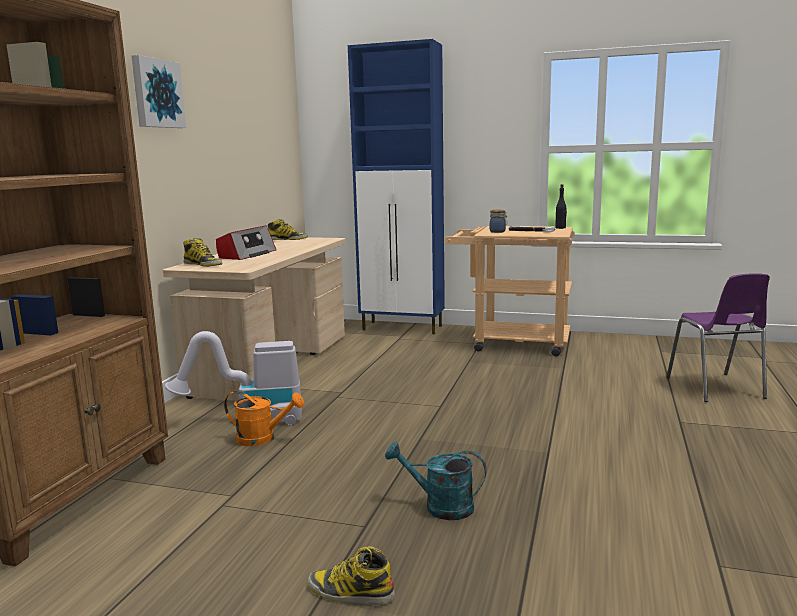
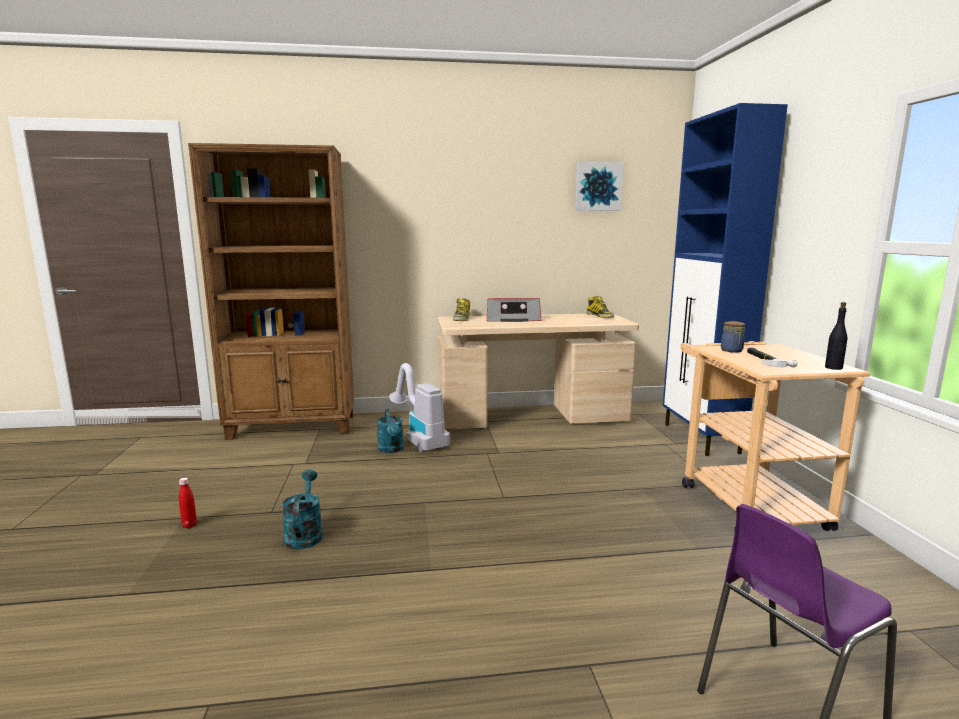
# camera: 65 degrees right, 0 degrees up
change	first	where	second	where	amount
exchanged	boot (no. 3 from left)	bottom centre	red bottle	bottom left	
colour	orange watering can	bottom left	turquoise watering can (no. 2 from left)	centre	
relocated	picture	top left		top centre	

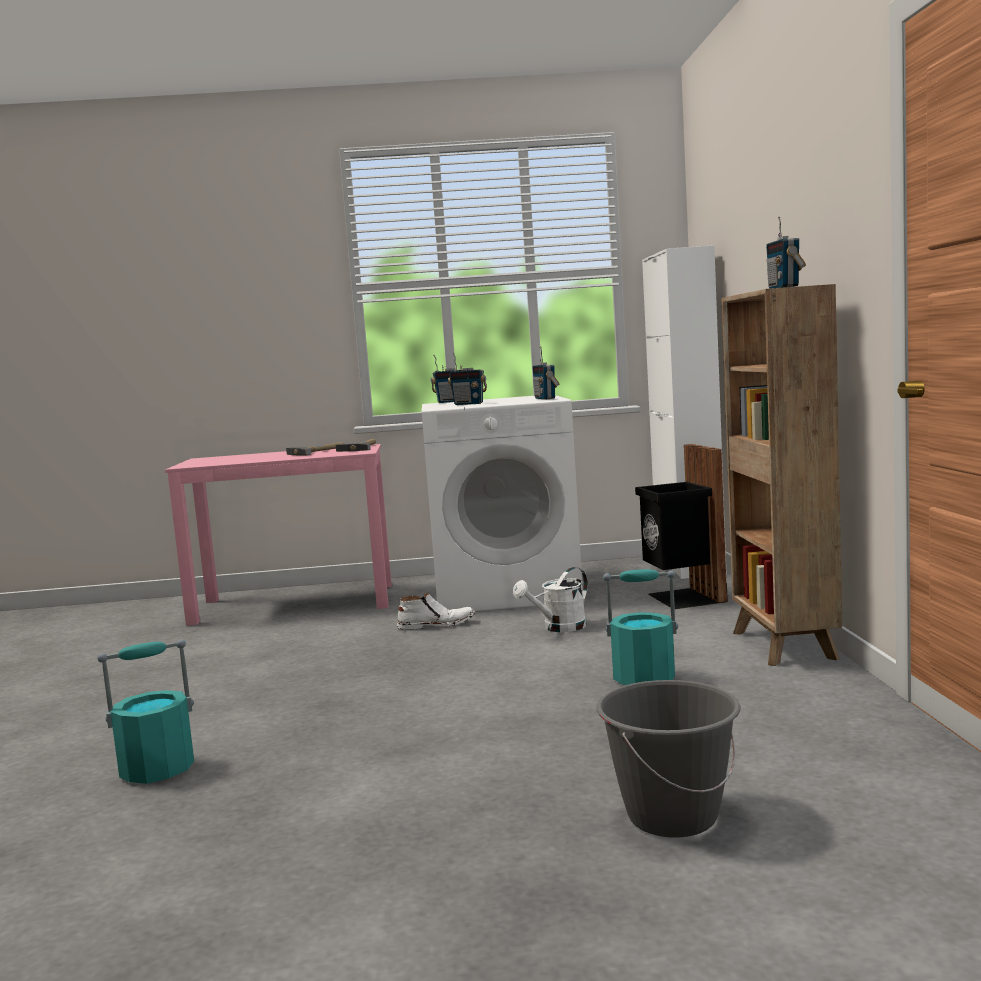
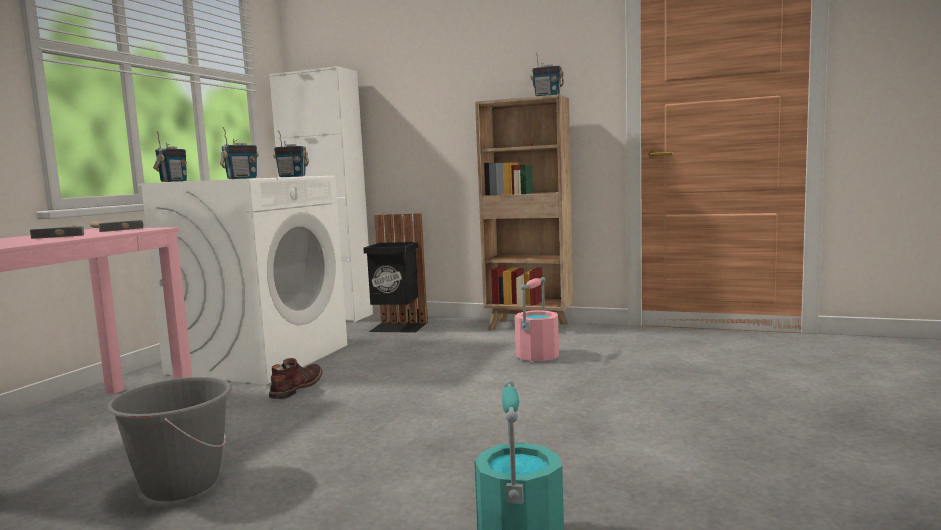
# camera: 65 degrees left, 0 degrees up
change	first	where	second	where	amount
relocated	grey bucket	bottom right		bottom left	
colour	white boot	centre	brown boot	bottom left	
colour	turquoise bucket (no. 2 from left)	centre	pink bucket	centre	
missing	white watering can	centre			

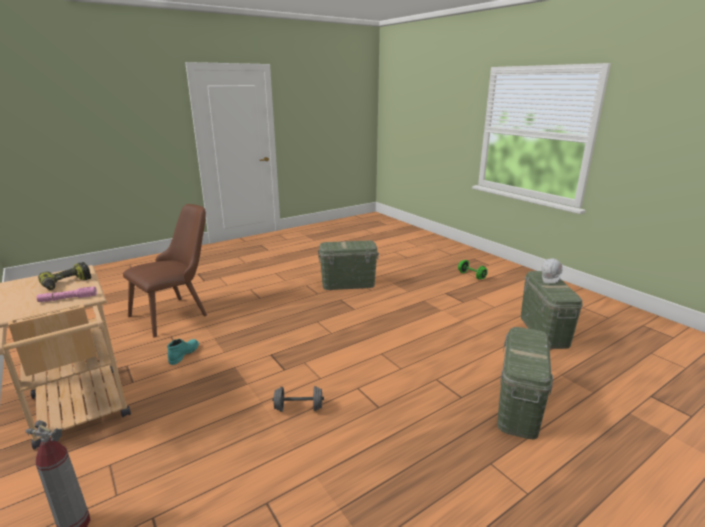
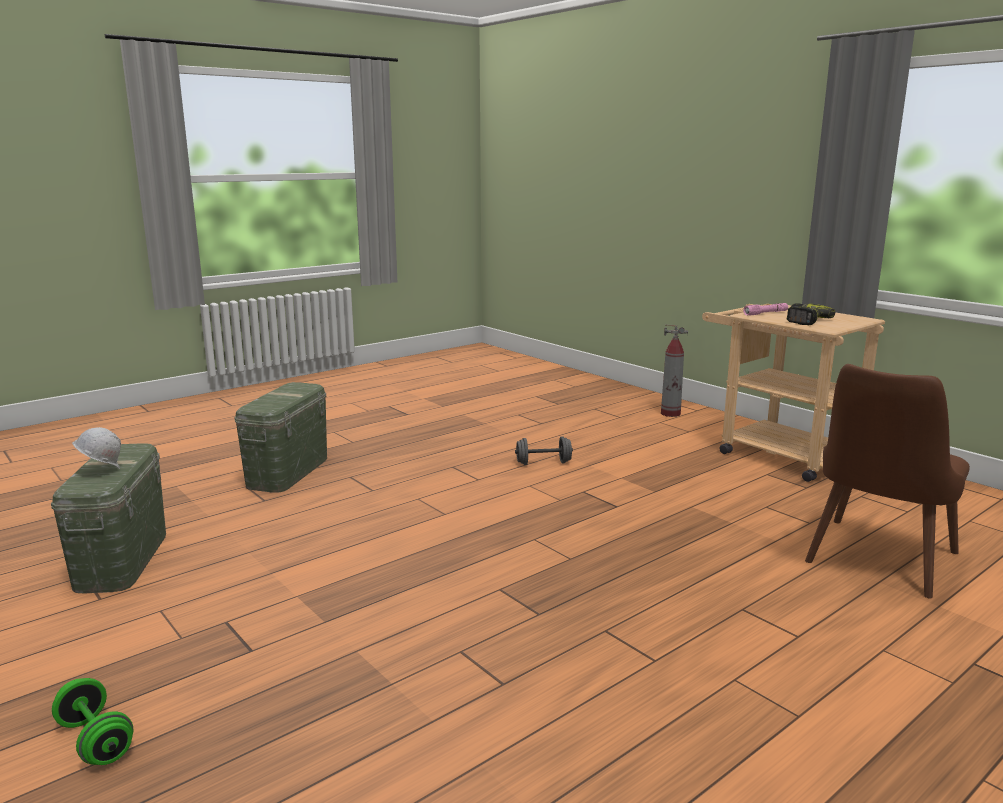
# camera: 175 degrees right, 5 degrees down
change	first	where	second	where	amount
missing	turquoise boot	bottom left			
missing	green storage box (no. 1 from left)	centre			

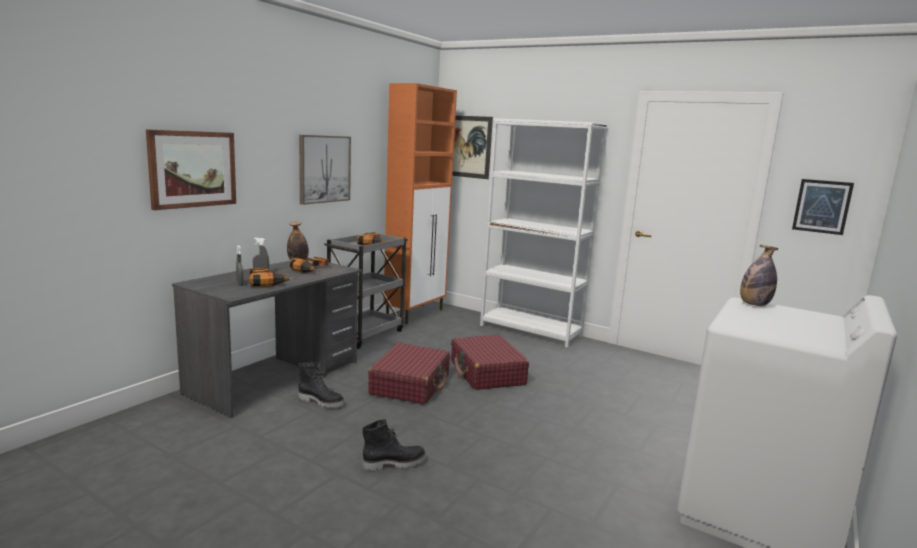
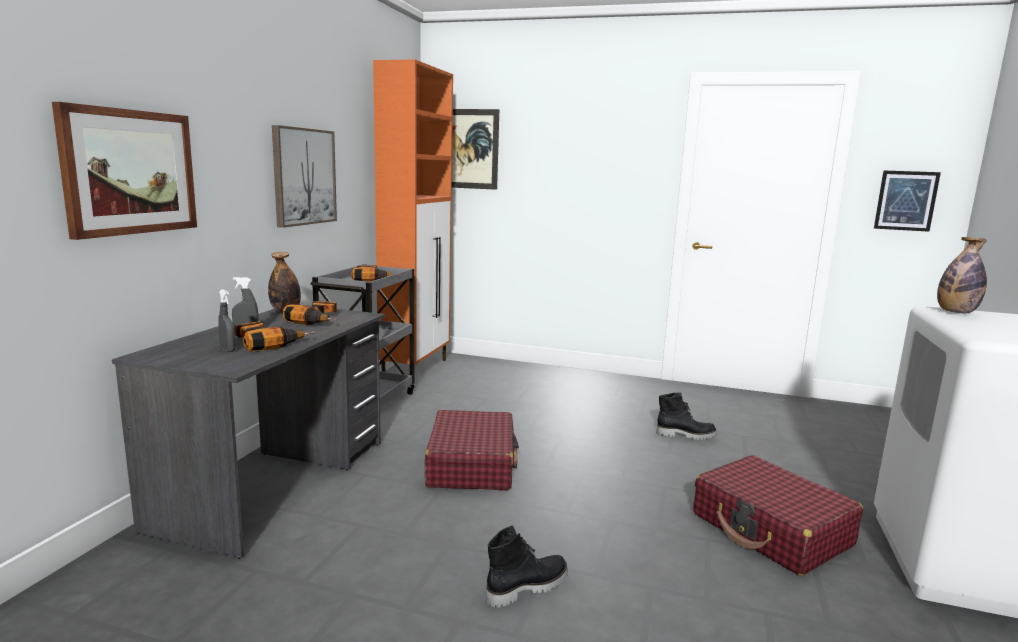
# camera: 15 degrees left, 0 degrees up
change	first	where	second	where	amount
relocated	black boot (no. 1 from left in the first image)	bottom centre	black boot (no. 2 from left)	middle right	
relocated	red suitcase (no. 2 from left)	centre		bottom right	
missing	white bookcase	centre			

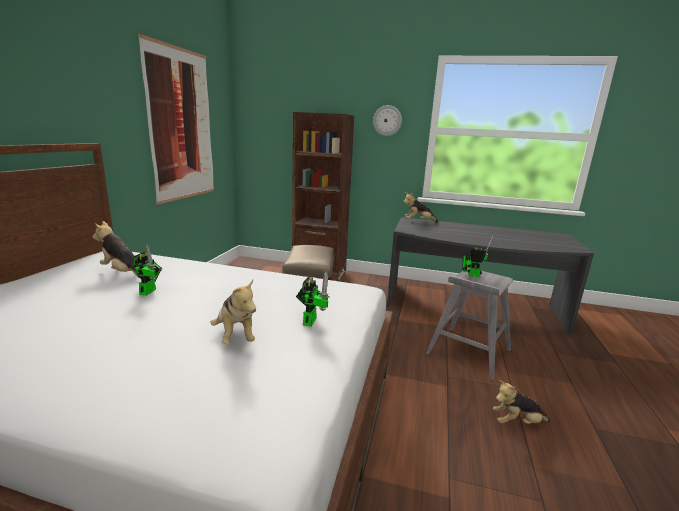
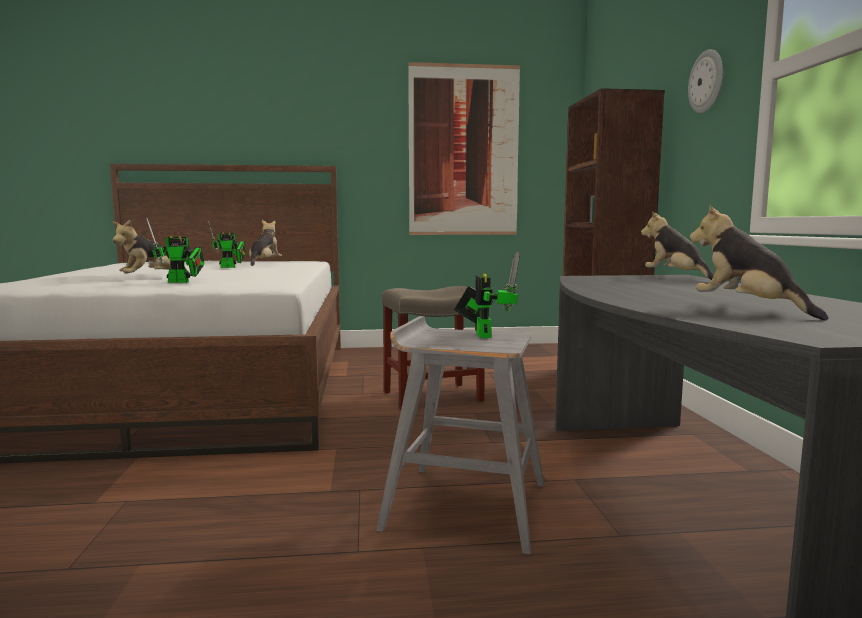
# camera: 70 degrees right, 10 degrees down
change	first	where	second	where	amount
relocated	plush toy (no. 4 from left)	bottom right		middle right	

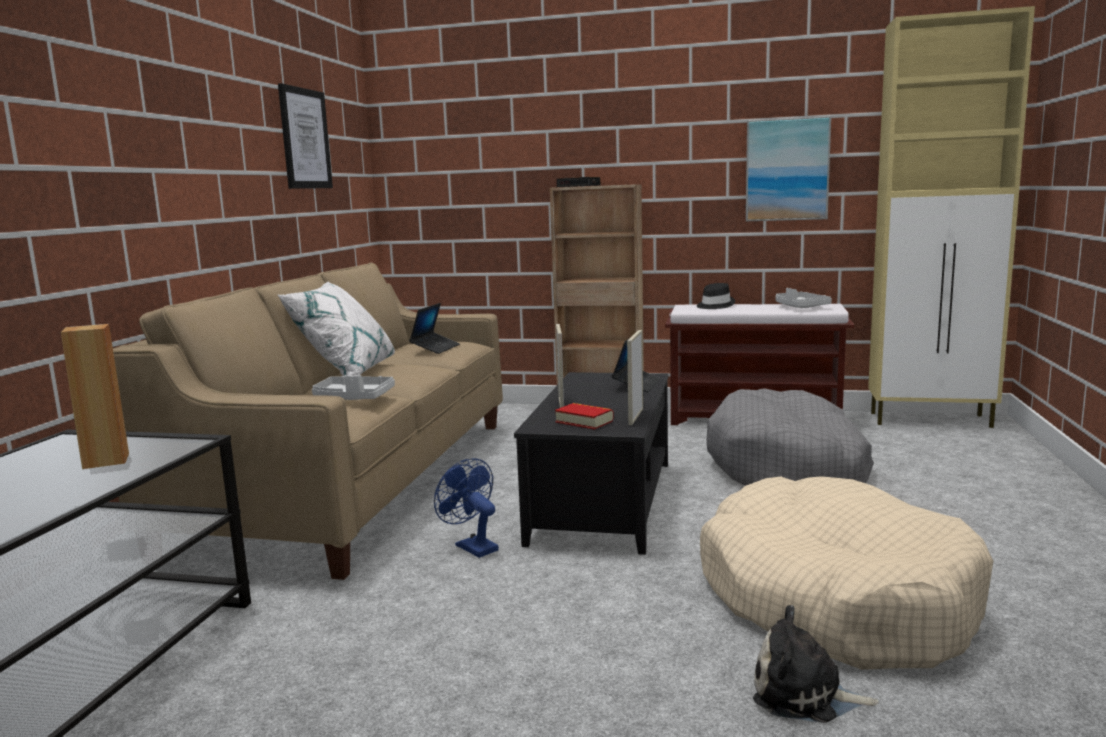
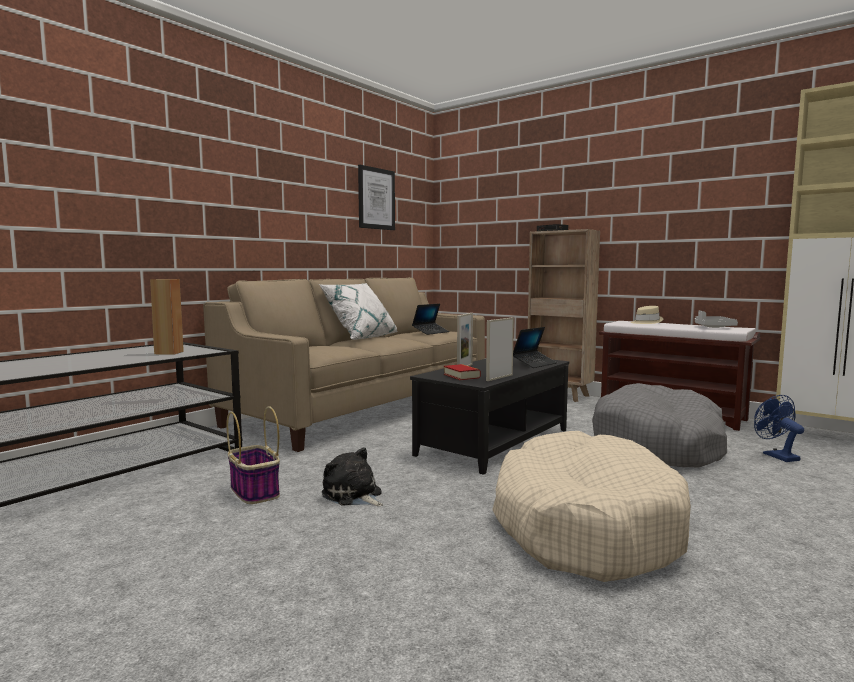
# camera: 25 degrees right, 5 degrees down
change	first	where	second	where	amount
appeared			basket	bottom left	
relocated	plush toy	bottom right		bottom centre	
colour	black hat	centre	beige hat	middle right	
relocated	blue fan	bottom centre		middle right	
missing	grey tray (no. 1 from left)	middle left			
missing	picture (no. 2 from left)	top right			

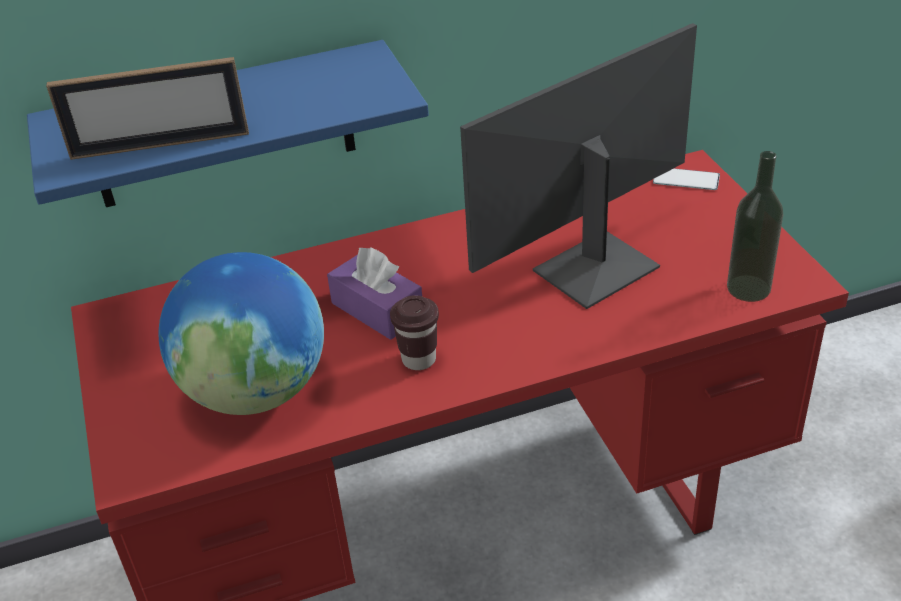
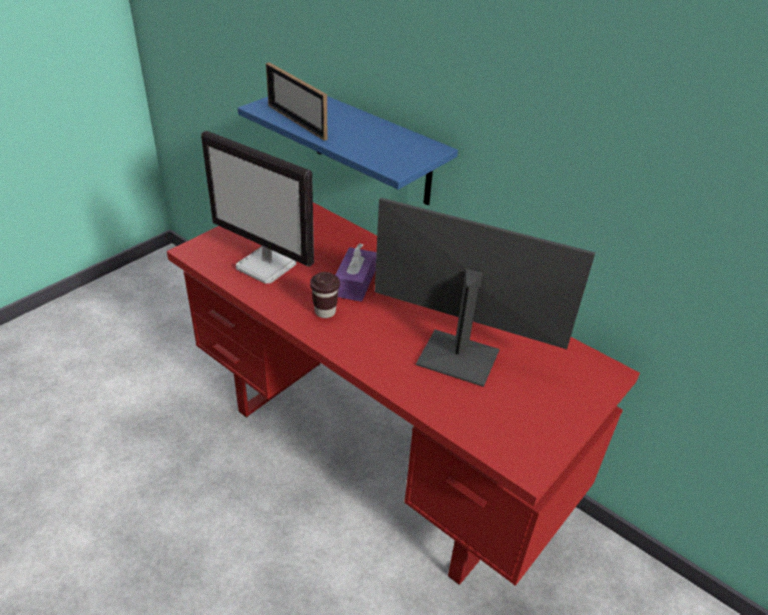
# camera: 55 degrees right, 0 degrees up
change	first	where	second	where	amount
exchanged	globe	middle left	monitor (no. 1 from left)	centre	
missing	phone	top right			
missing	bottle	middle right			

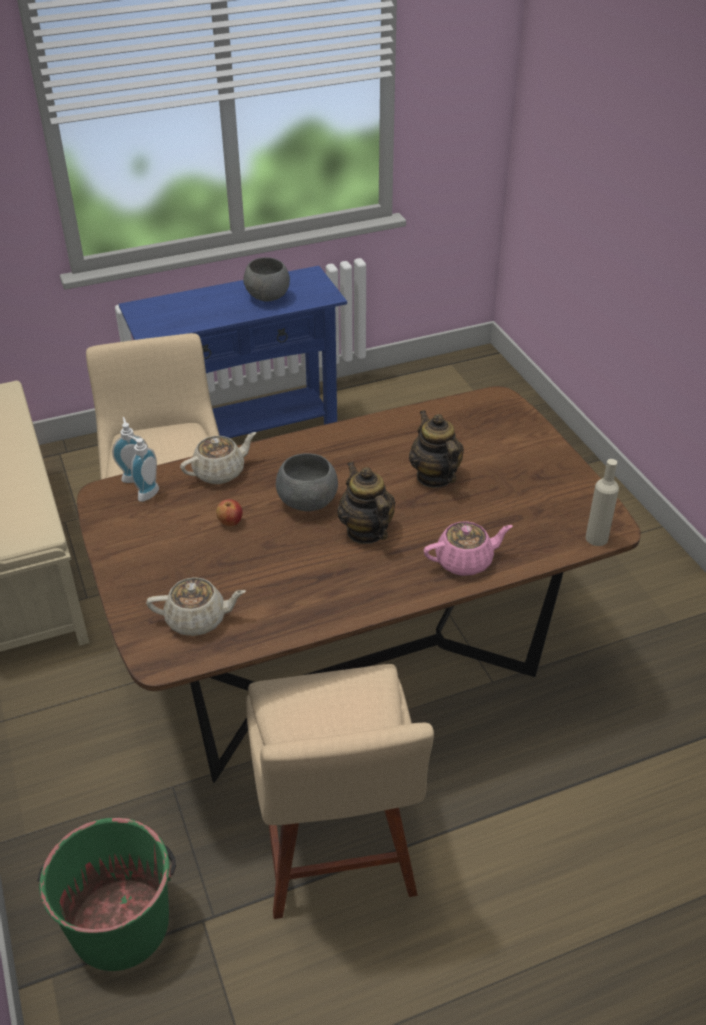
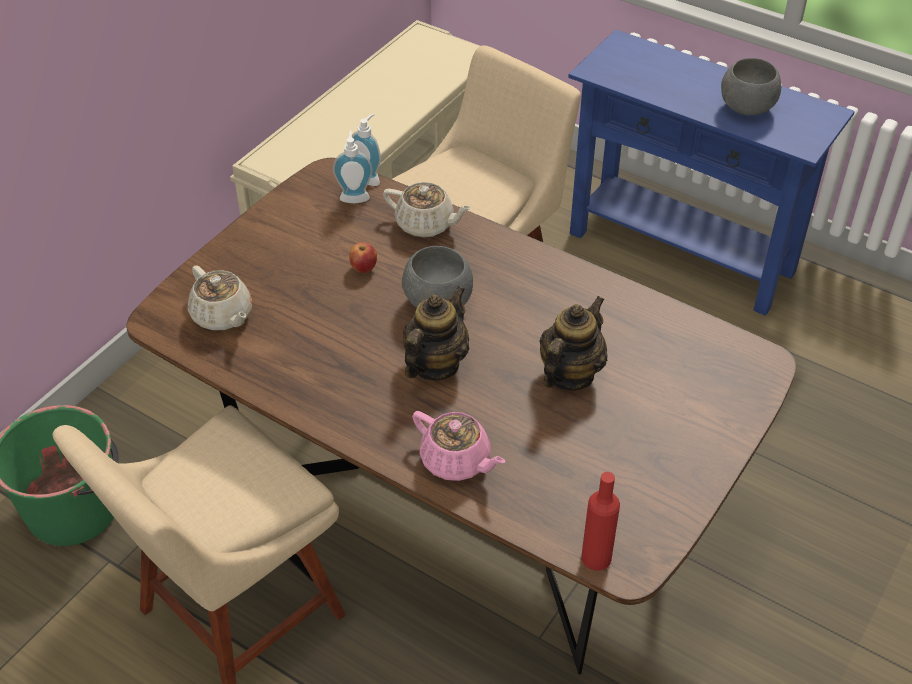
# camera: 55 degrees right, 5 degrees up
change	first	where	second	where	amount
colour	beige bottle	middle right	red bottle	bottom centre	

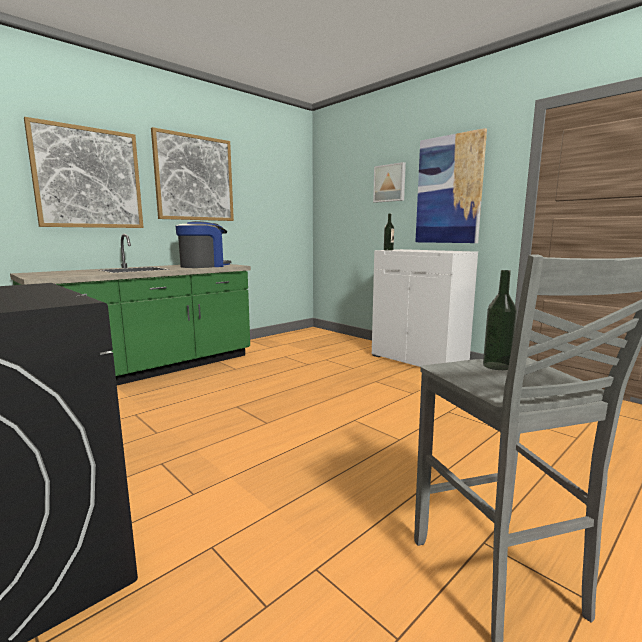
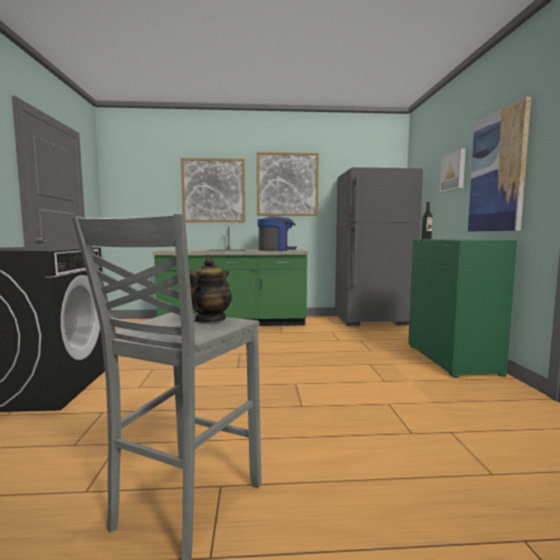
# camera: 40 degrees right, 5 degrees down
change	first	where	second	where	amount
exchanged	bottle (no. 2 from left)	middle right	teapot	centre	
appeared			grey fridge	middle right	
colour	white cabinet	centre	green cabinet	middle right	

